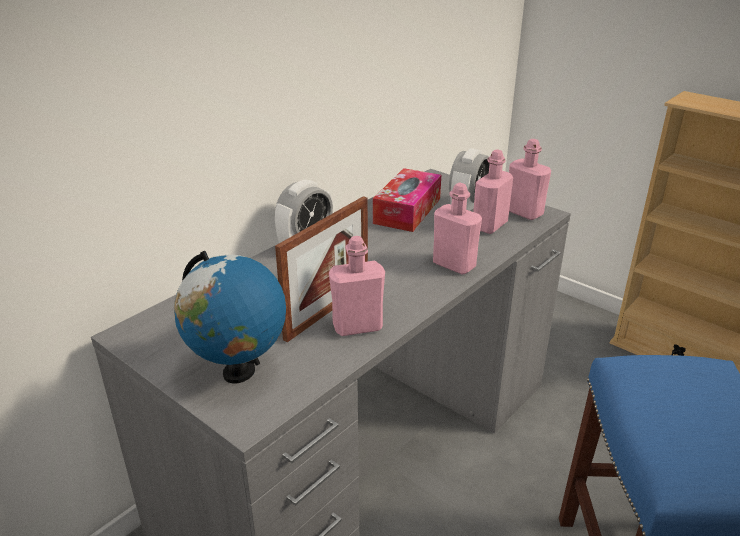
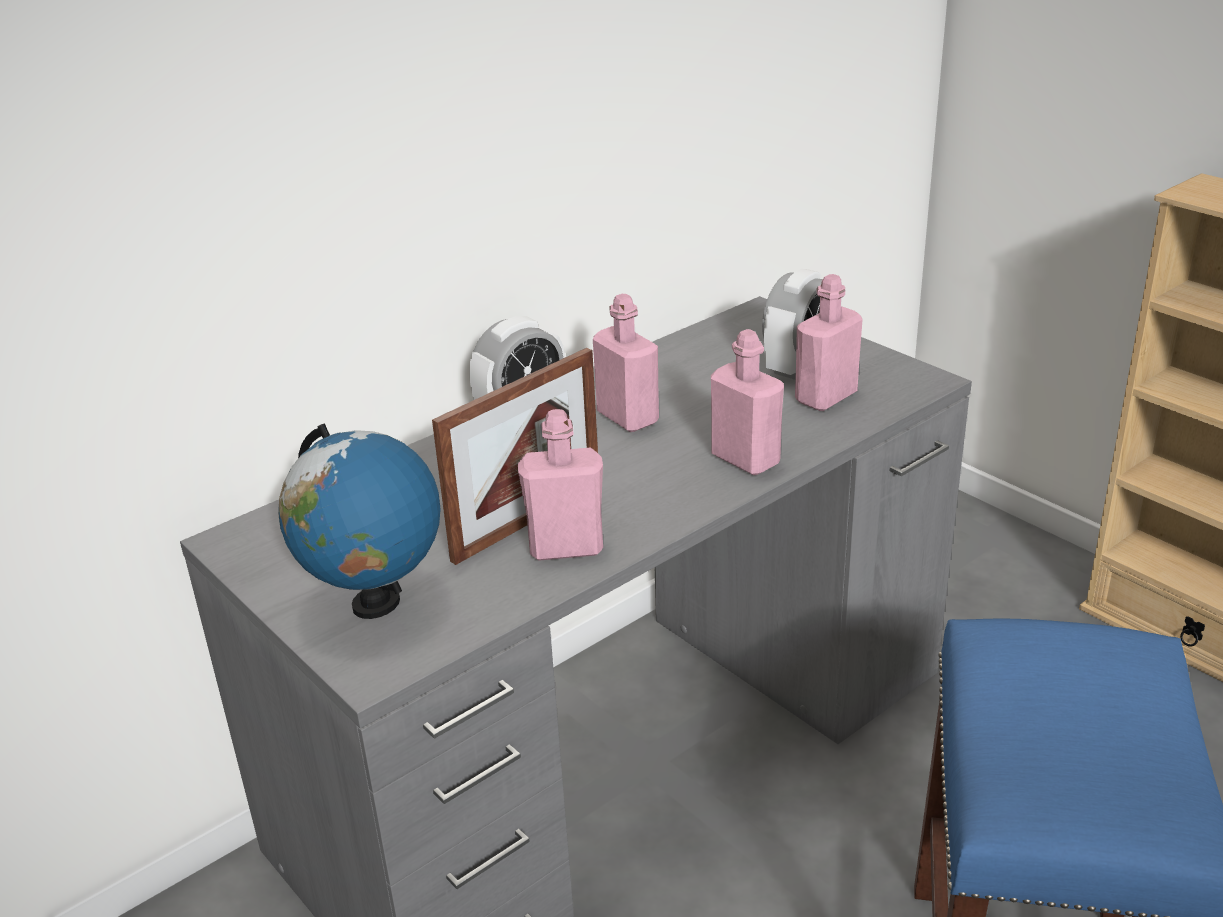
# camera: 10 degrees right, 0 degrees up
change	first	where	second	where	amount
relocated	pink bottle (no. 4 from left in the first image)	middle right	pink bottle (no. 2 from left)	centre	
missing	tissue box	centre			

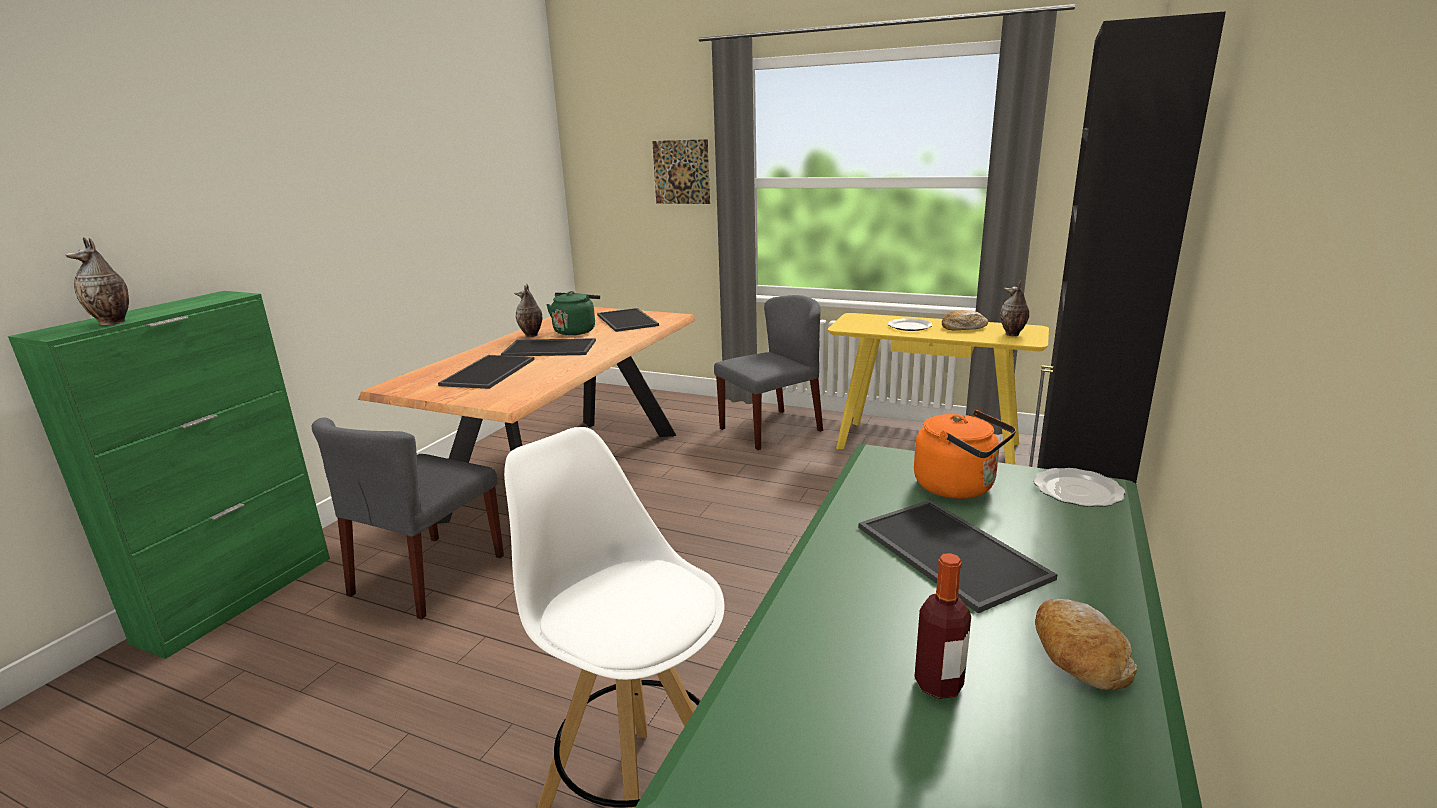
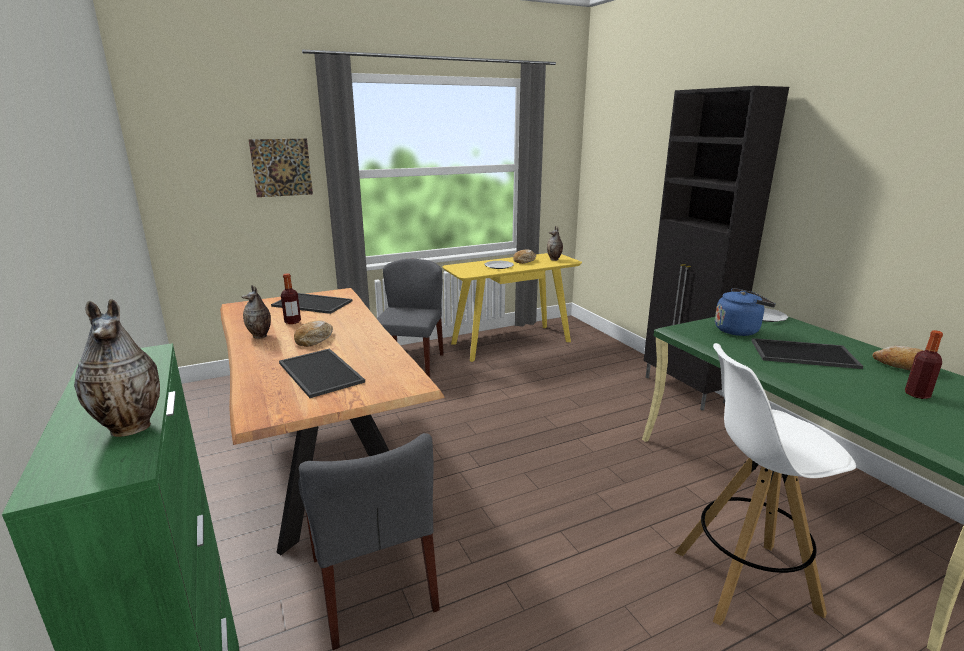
# camera: 50 degrees left, 0 degrees up
change	first	where	second	where	amount
exchanged	green kettle	centre	bottle (no. 1 from left)	middle left	
exchanged	tray (no. 2 from left)	centre	bread (no. 1 from left)	middle left	
colour	orange kettle	middle right	blue kettle	middle right	

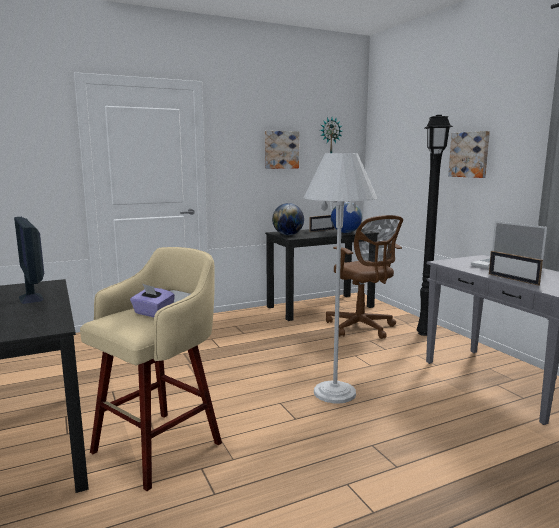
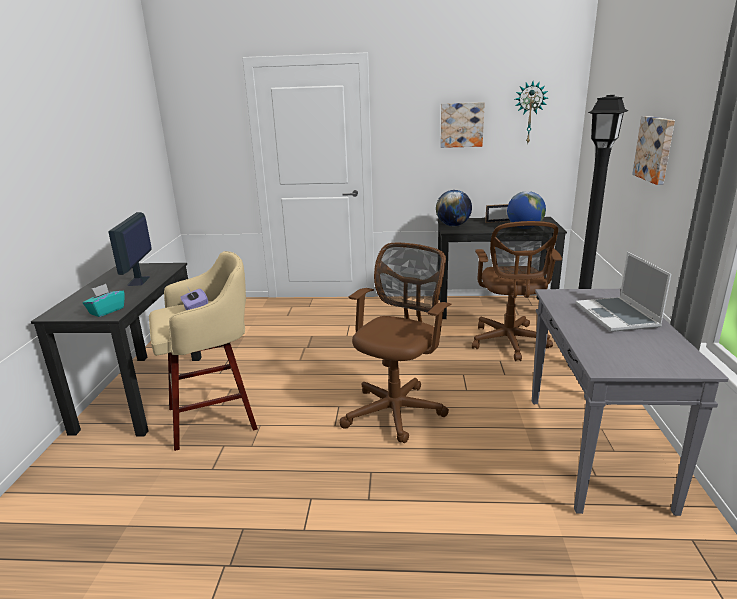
# camera: 30 degrees right, 10 degrees up
change	first	where	second	where	amount
appeared			turquoise tissue box	middle left	
exchanged	white floor lamp	centre	brown office chair (no. 1 from left)	centre	
missing	picture frame (no. 2 from left)	middle right			

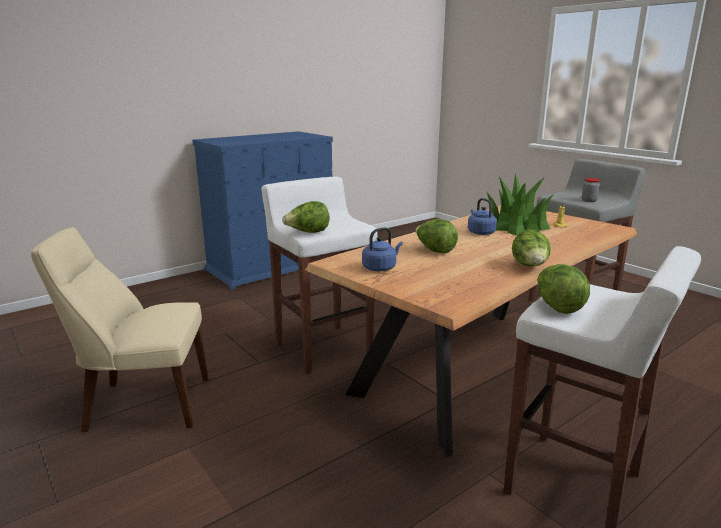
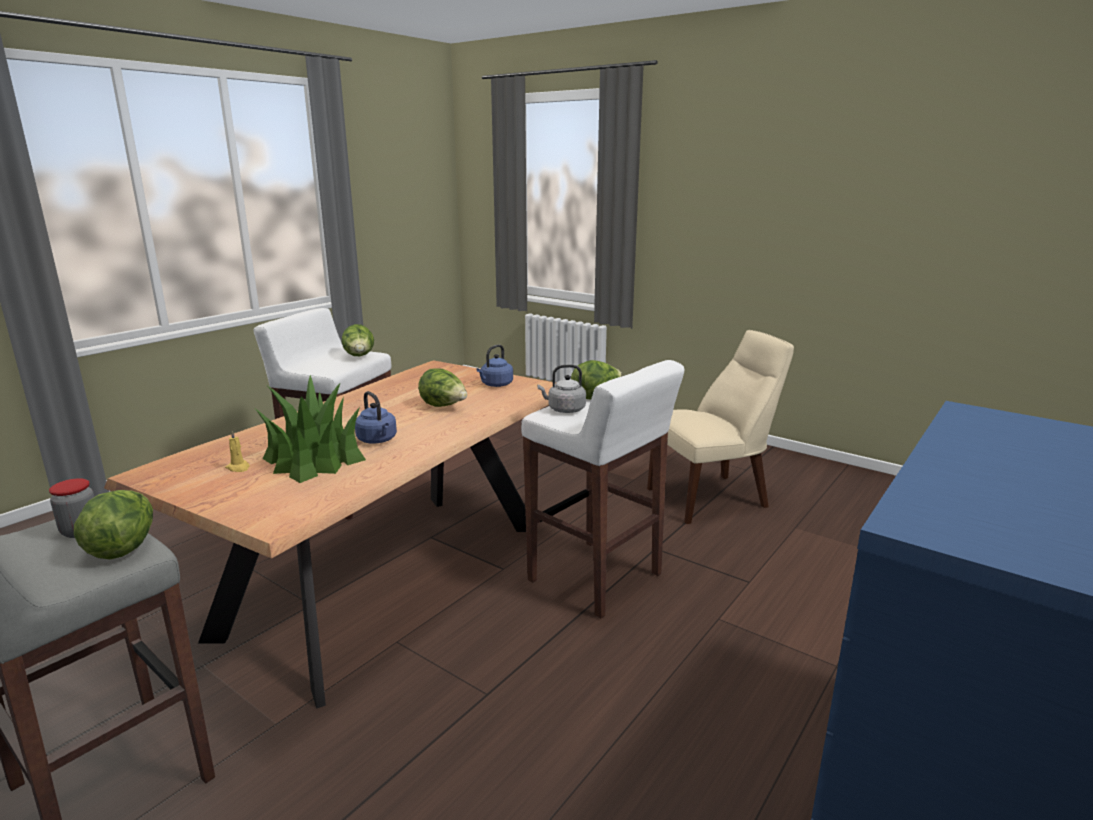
# camera: 165 degrees right, 0 degrees up
change	first	where	second	where	amount
relocated	lettuce (no. 3 from left in the first image)	middle right	lettuce (no. 1 from left)	middle left	
appeared			grey kettle	centre	

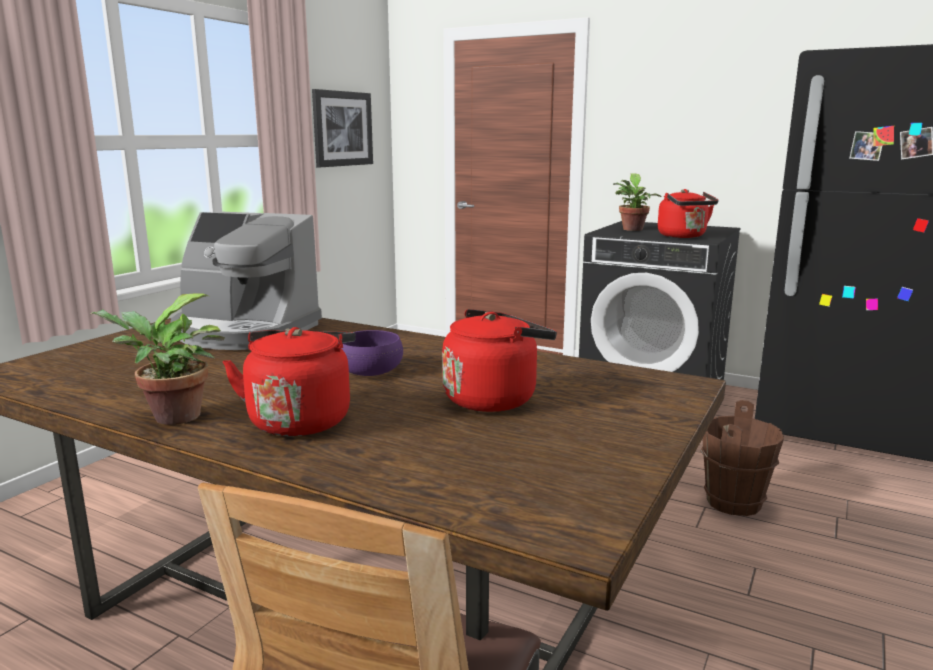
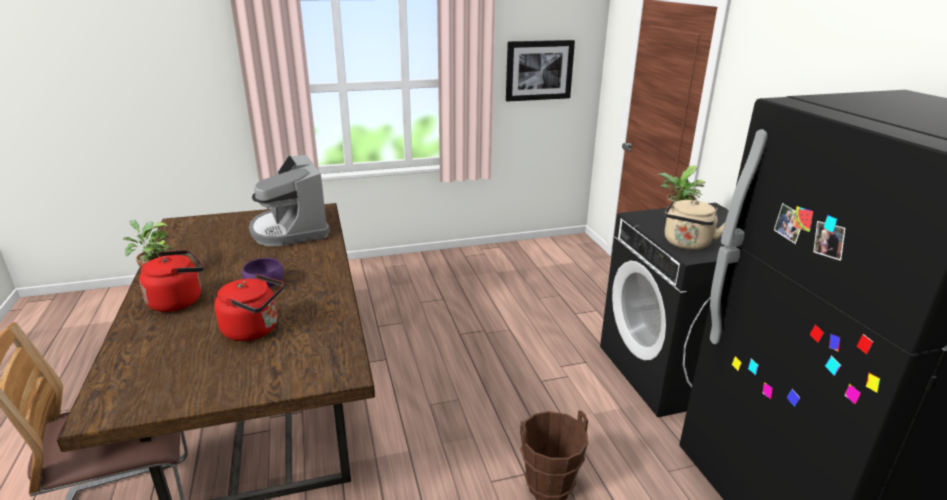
# camera: 45 degrees right, 10 degrees up
change	first	where	second	where	amount
colour	red kettle (no. 3 from left)	top right	beige kettle	middle right	

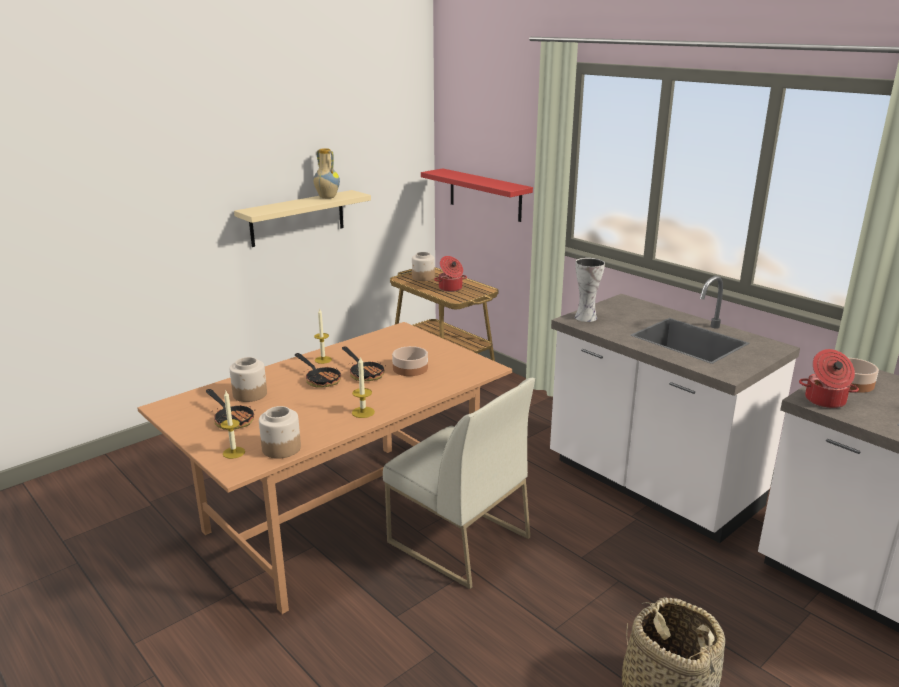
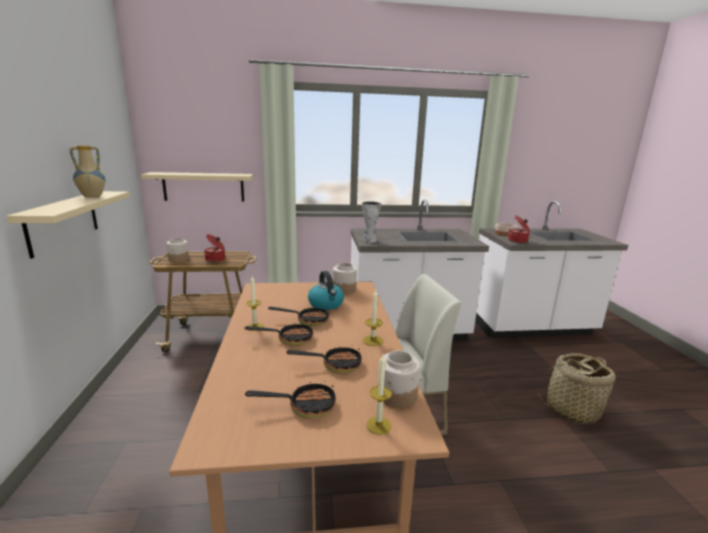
# camera: 55 degrees left, 5 degrees down
change	first	where	second	where	amount
colour	red shelf	top centre	beige shelf (no. 2 from left)	middle left	
appeared			frying pan (no. 4 from left)	bottom centre	
exchanged	bowl (no. 1 from left)	centre	kettle	centre	
relocated	jar (no. 1 from left in the first image)	middle left	jar (no. 2 from left)	centre	

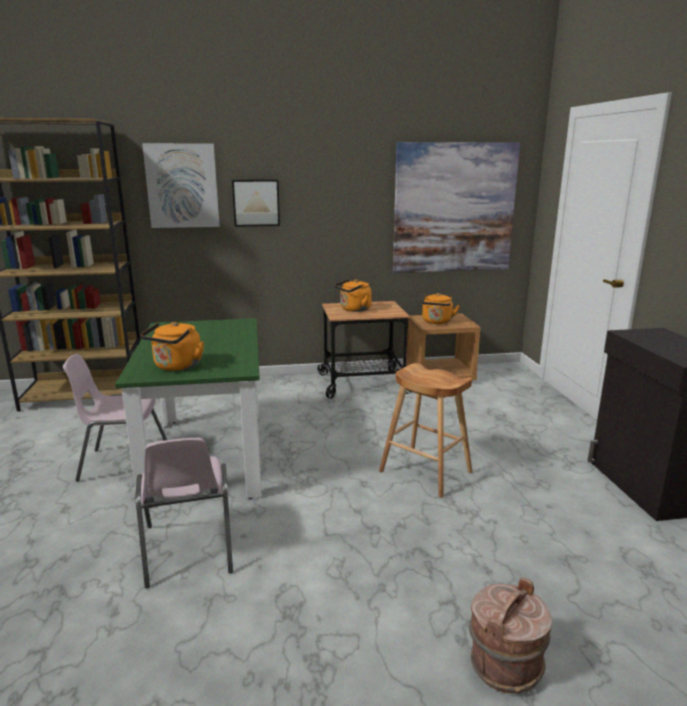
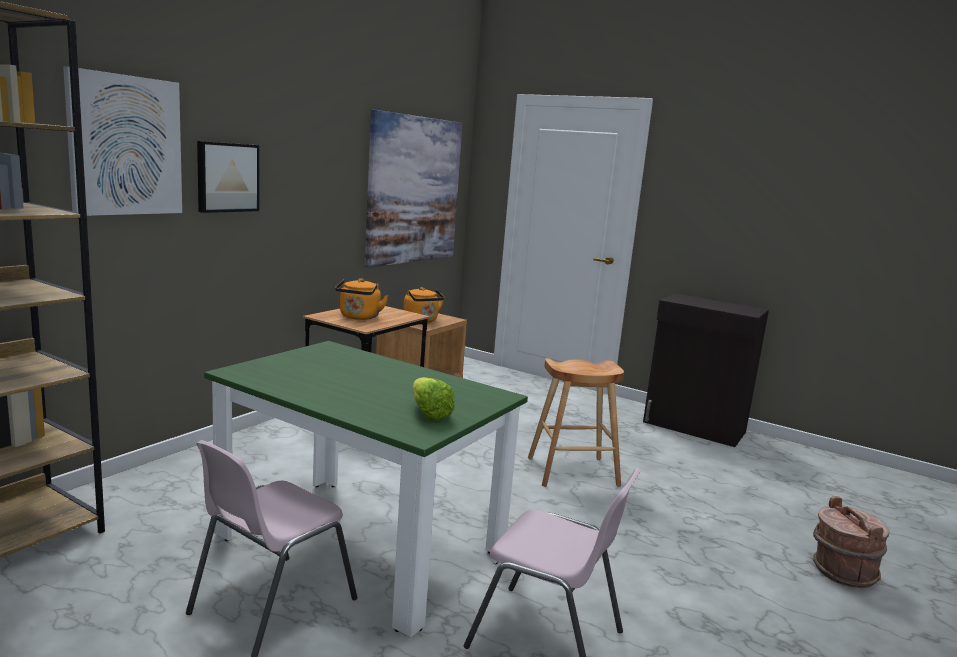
# camera: 50 degrees left, 5 degrees down
change	first	where	second	where	amount
exchanged	orange kettle (no. 1 from left)	middle left	lettuce	centre	

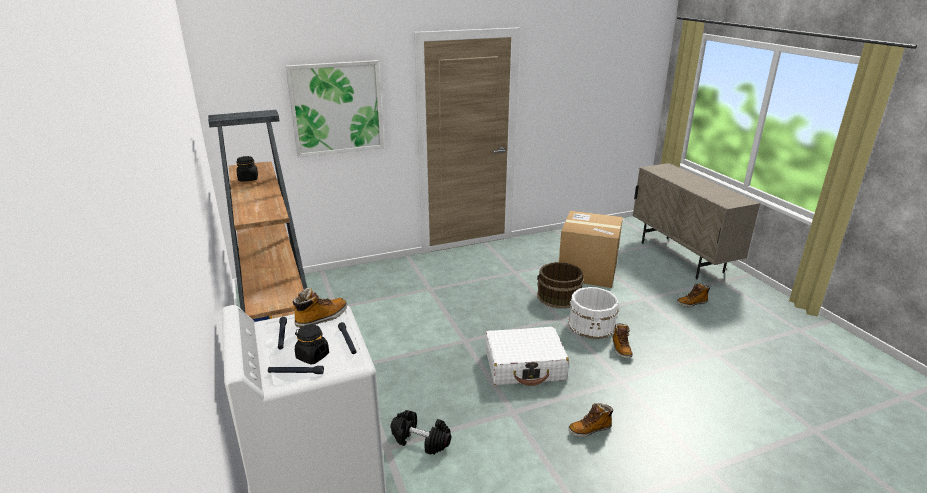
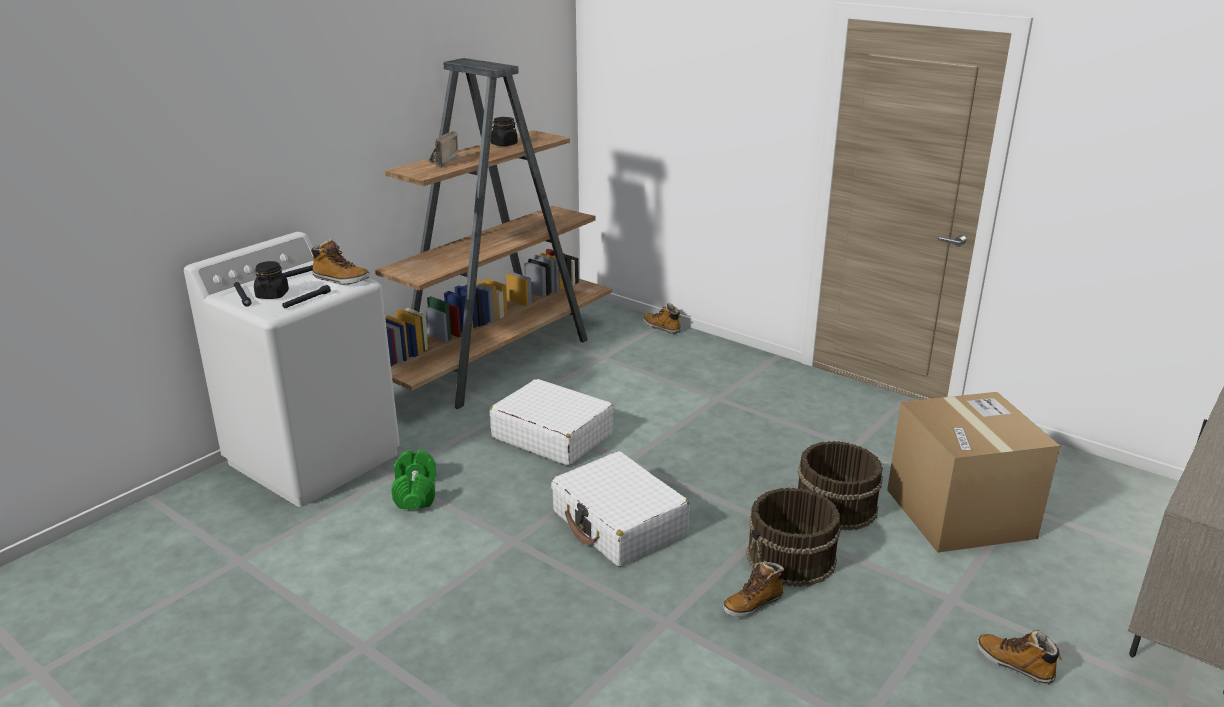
# camera: 60 degrees right, 0 degrees up
change	first	where	second	where	amount
colour	black dumbbell	bottom centre	green dumbbell	bottom centre	
appeared			radio	top centre	
appeared			white suitcase (no. 1 from left)	centre	
relocated	boot (no. 2 from left)	bottom centre		centre	
colour	white bucket	centre	brown bucket (no. 1 from left)	bottom centre	
missing	picture	top centre			

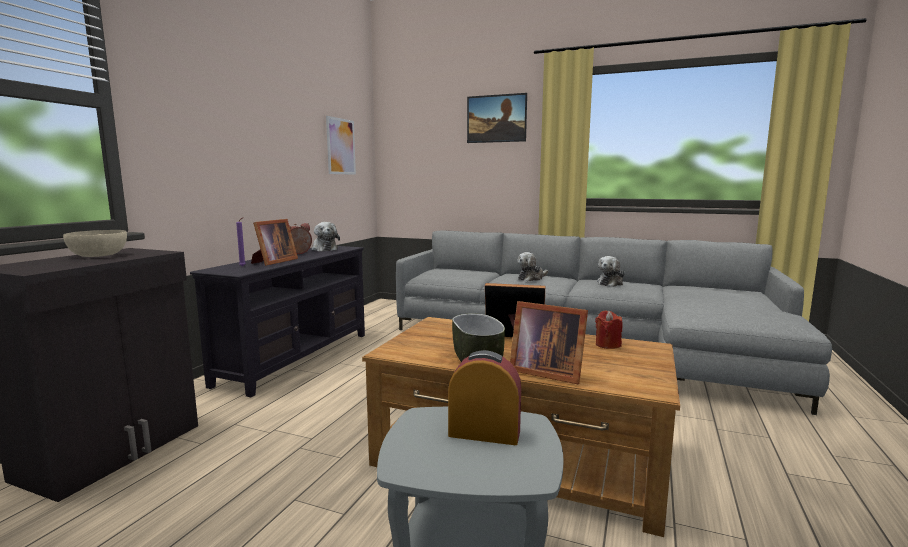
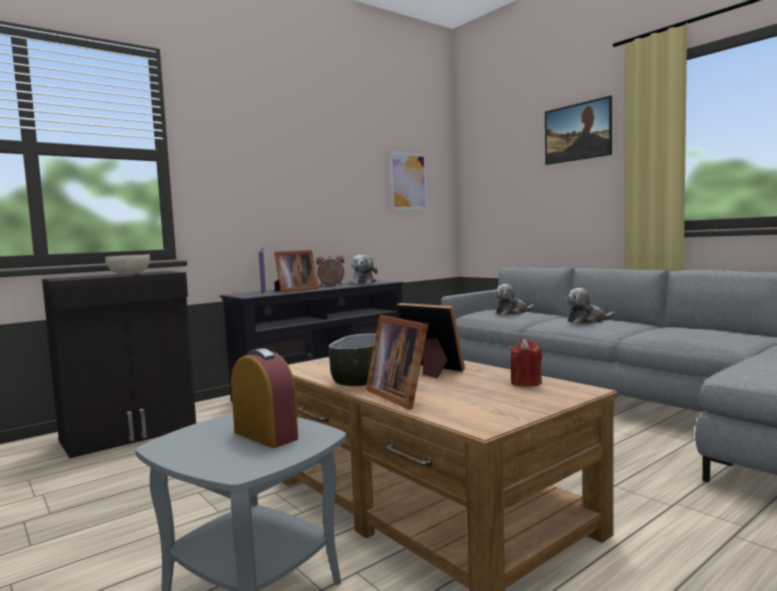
# camera: 30 degrees right, 5 degrees down
change	first	where	second	where	amount
relocated	plush toy (no. 3 from left in the first image)	middle right	plush toy (no. 2 from left)	centre	

